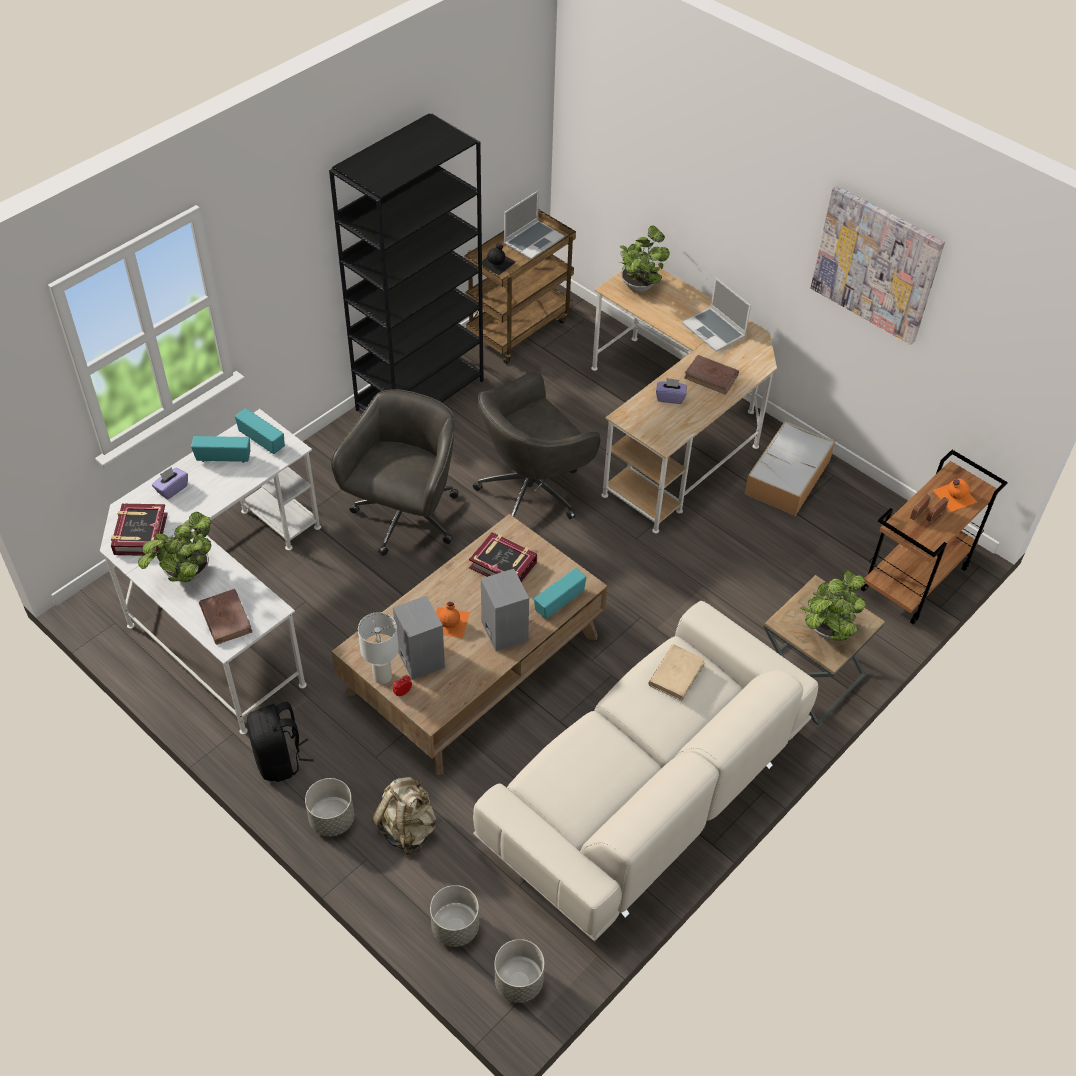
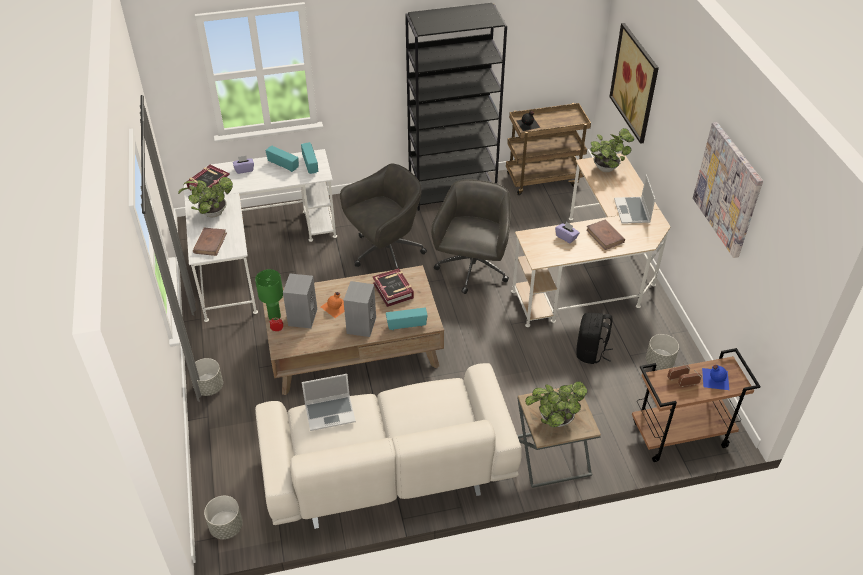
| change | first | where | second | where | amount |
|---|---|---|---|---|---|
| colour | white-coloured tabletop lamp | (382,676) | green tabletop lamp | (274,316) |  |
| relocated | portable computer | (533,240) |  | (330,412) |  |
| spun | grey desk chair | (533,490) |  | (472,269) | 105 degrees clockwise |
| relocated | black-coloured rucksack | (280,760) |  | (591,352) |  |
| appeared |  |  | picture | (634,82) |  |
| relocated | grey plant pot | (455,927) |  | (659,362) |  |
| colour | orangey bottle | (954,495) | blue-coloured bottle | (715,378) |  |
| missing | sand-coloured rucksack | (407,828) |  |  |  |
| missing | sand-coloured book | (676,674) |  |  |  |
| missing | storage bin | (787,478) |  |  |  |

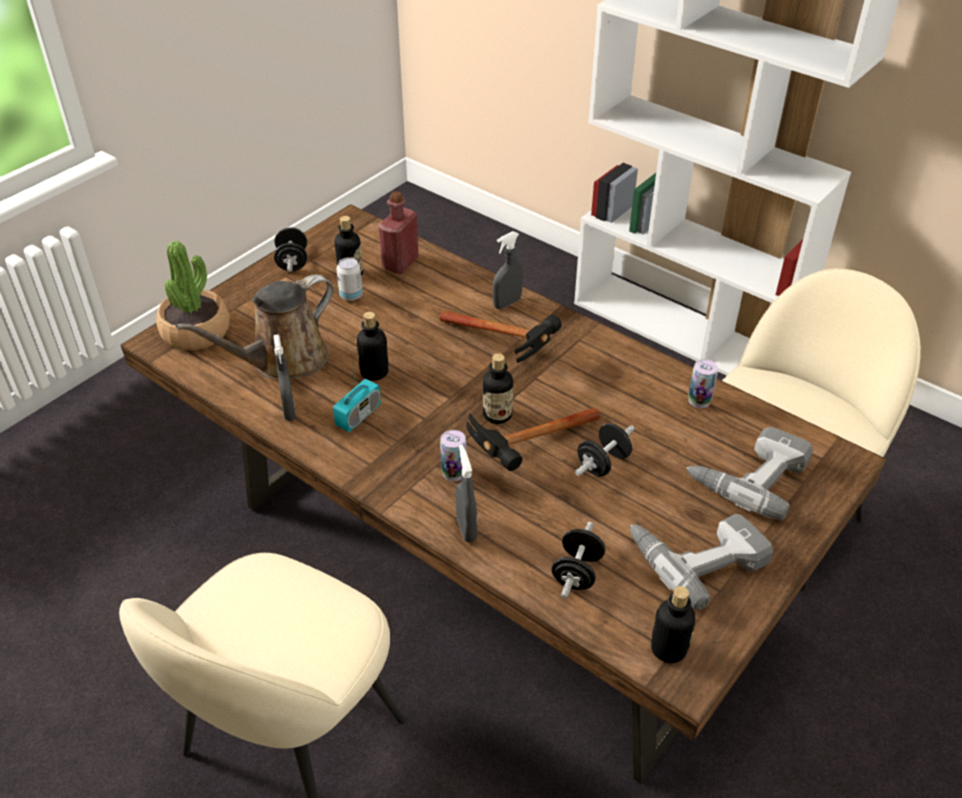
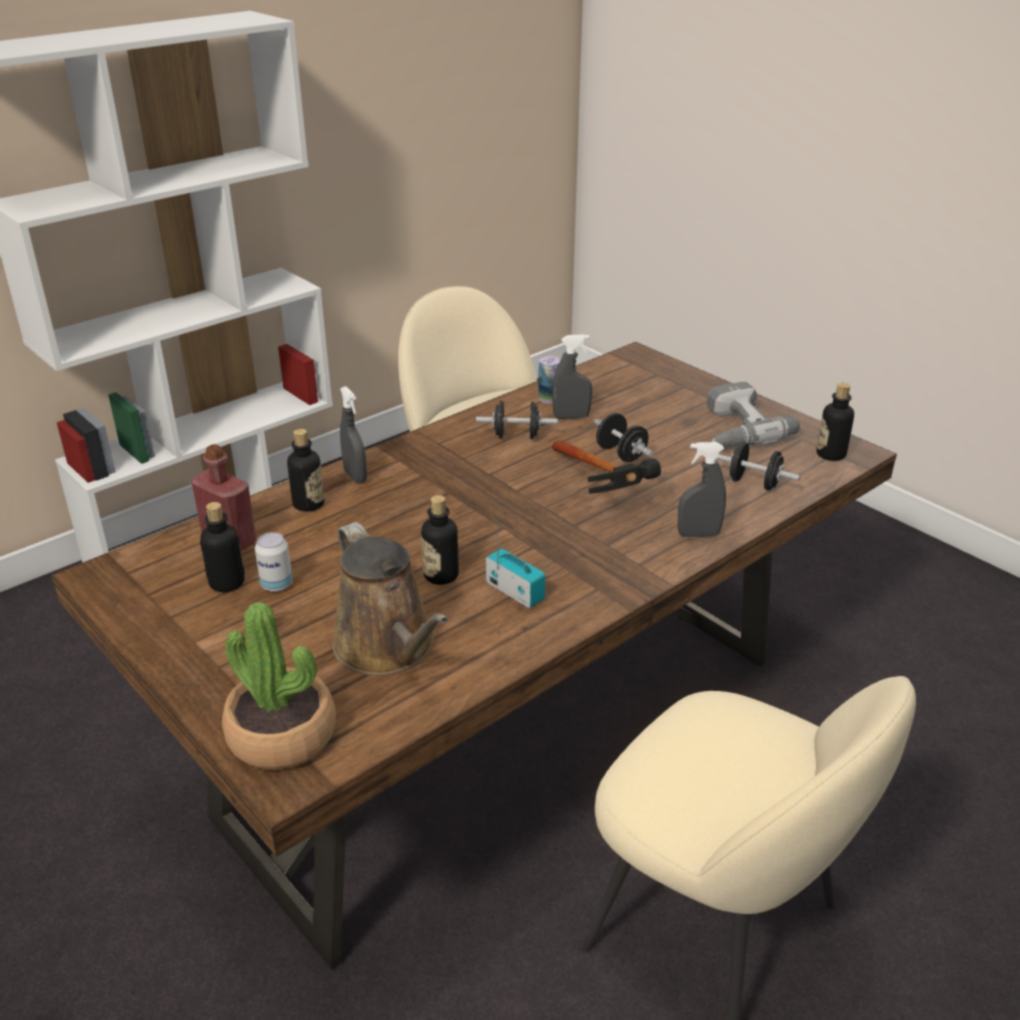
| change | first | where | second | where | amount |
|---|---|---|---|---|---|
| relocated | bottle | (497,415) |  | (308,504) |  |
| relocated | black-coloured dumbbell | (292,262) |  | (516,436) |  |
| relocated | grey hand sprayer | (289,410) |  | (571,417) |  |
| missing | hand hammer | (507,350) |  |  |  |
| missing | sealed can | (453,472) |  |  |  |
| missing | power drill | (748,475) |  |  |  |

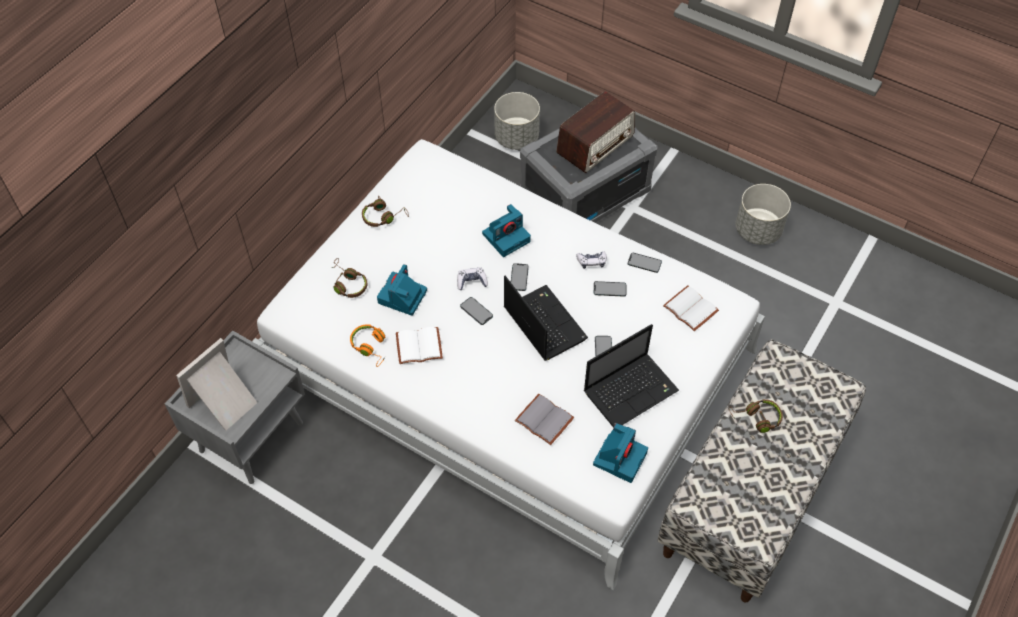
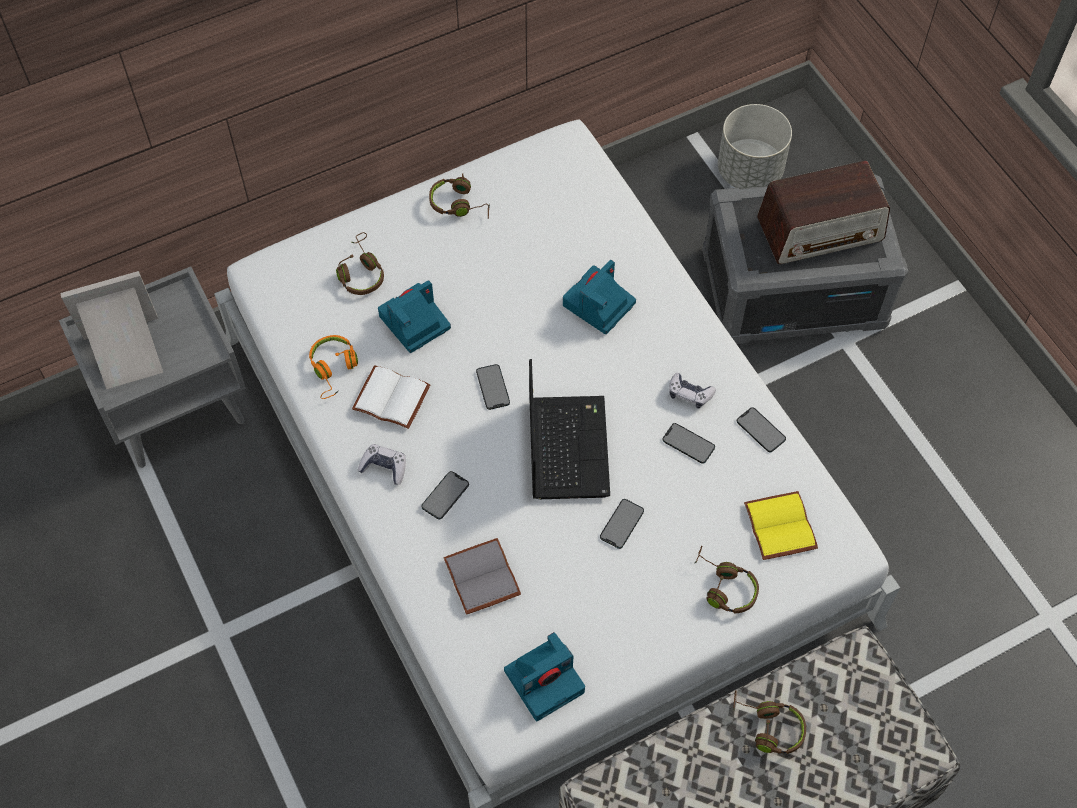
| change | first | where | second | where | amount |
|---|---|---|---|---|---|
| relocated | joypad | (471,282) |  | (384,467) |  |
| relocated | telephone | (519,277) |  | (445,495) |  |
| spun | still camera | (506,237) |  | (598,305) | 135 degrees clockwise |
| appeared |  |  | brownish headset | (723,586) |  |
| colour | white-coloured book | (692,308) | yellow-coloured book | (782,527) |  |
| missing | portable computer | (631,390) |  |  |  |
| missing | grey plant pot | (758,231) |  |  |  |

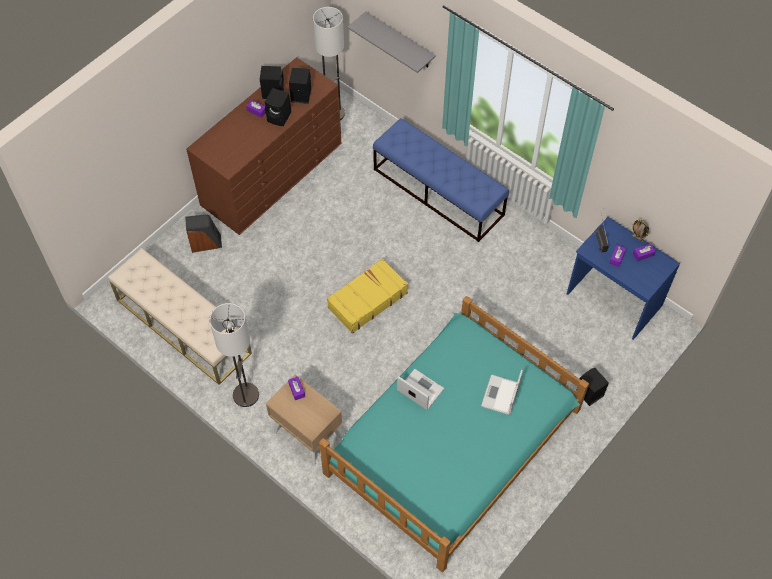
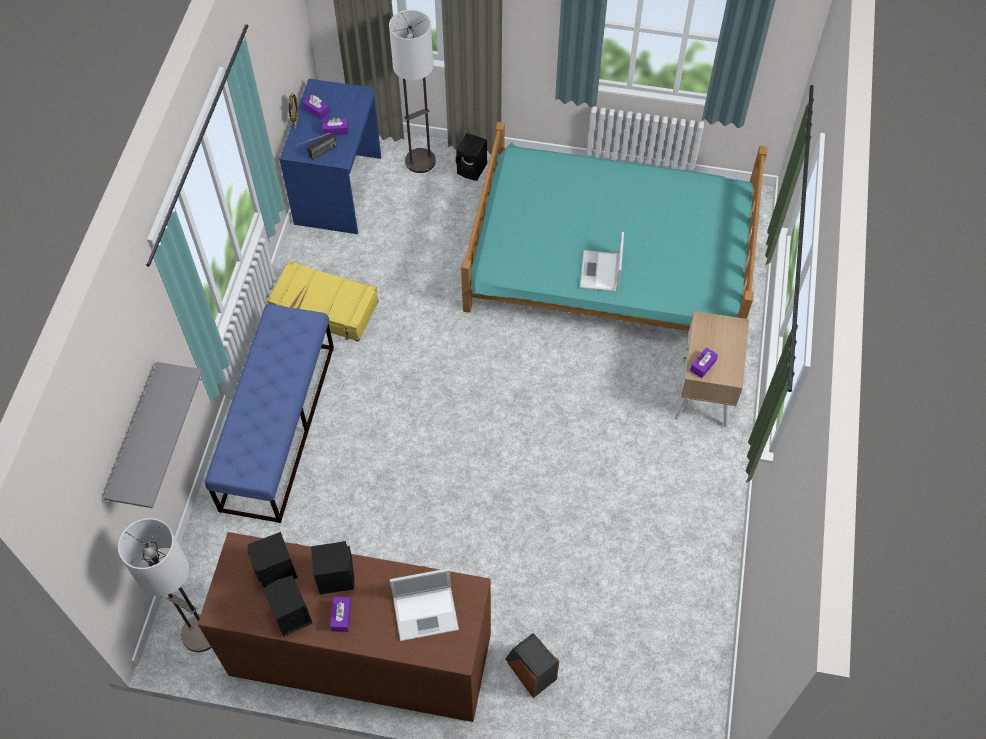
| change | first | where | second | where | amount |
|---|---|---|---|---|---|
| relocated | yellow-coloured travel case | (367,300) |  | (324,309) |  |
| relocated | standing lamp | (245,395) |  | (420,161) |  |
| relocated | portable computer | (500,396) |  | (427,612) |  |
| missing | sand-coloured bench | (183,326) |  |  |  |

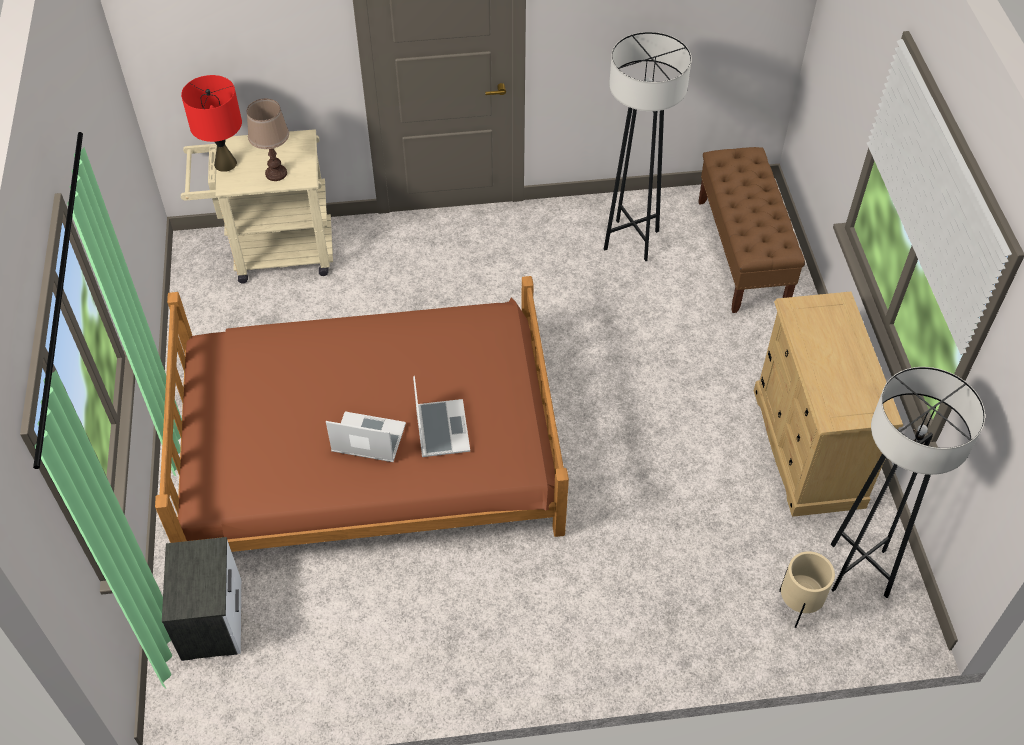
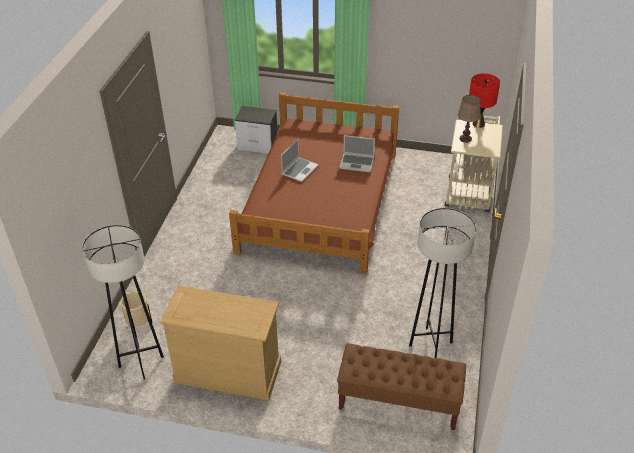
| change | first | where | second | where | amount |
|---|---|---|---|---|---|
| relocated | portable computer | (441,429) |  | (357,163) |  |

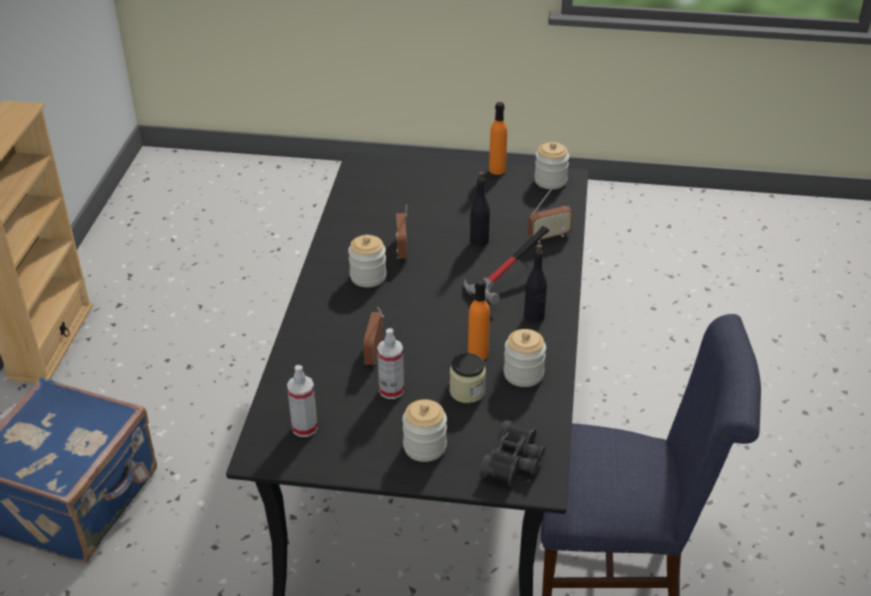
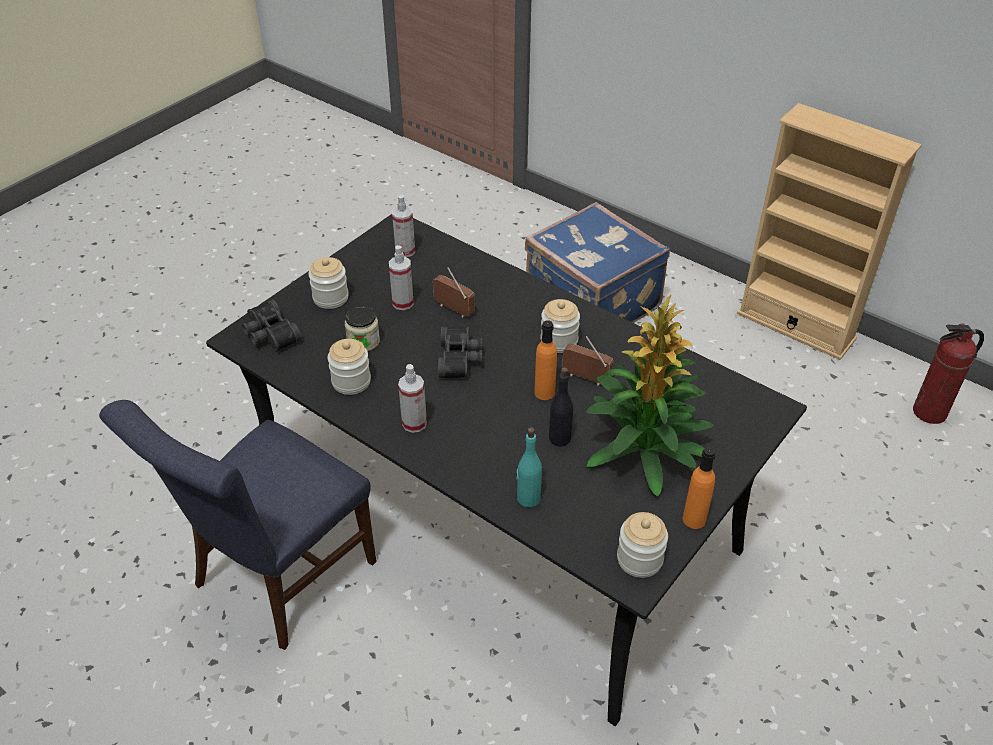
| change | first | where | second | where | amount |
|---|---|---|---|---|---|
| exchanged | black-coloured bottle | (534,316) | hand sprayer | (414,423) |  |
| appeared |  |  | black-coloured binoculars | (461,359) |  |
| exchanged | radio | (549,237) | blue-green bottle | (528,498) |  |
| relocated | orangey bottle | (478,353) |  | (544,392) |  |
| appeared |  |  | potted plant | (644,449) |  |
| appeared |  |  | fire extinguisher | (929,413) |  |
| missing | hand hammer | (506,285) |  |  |  |

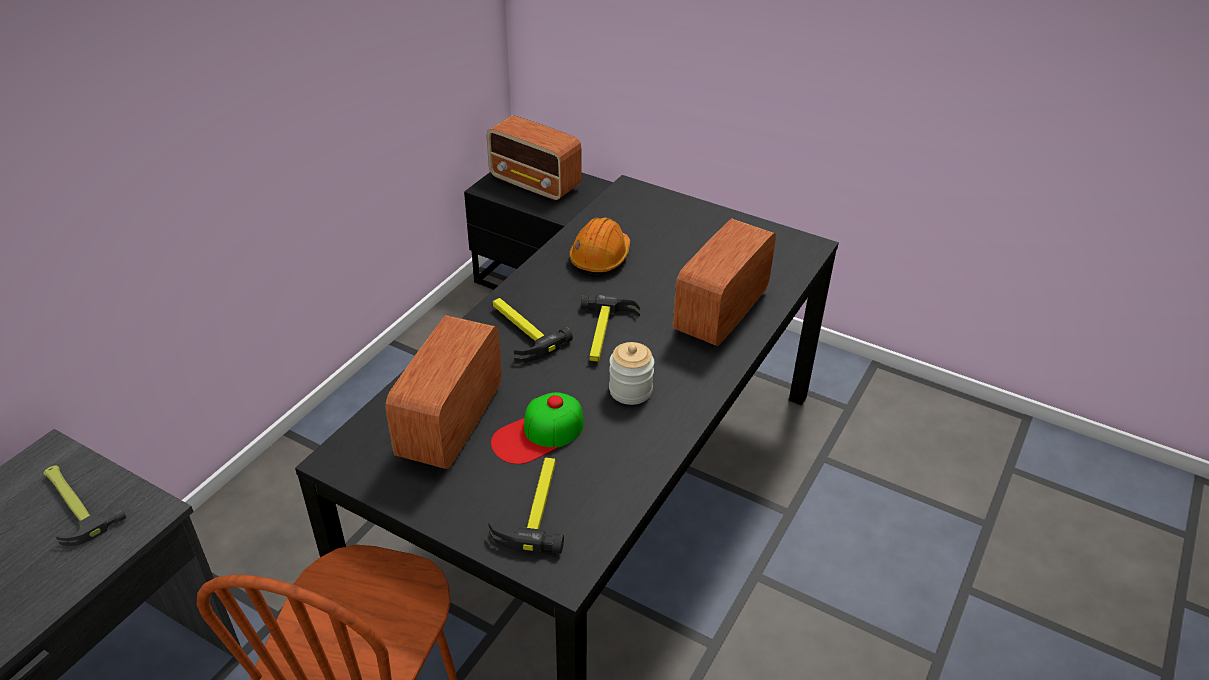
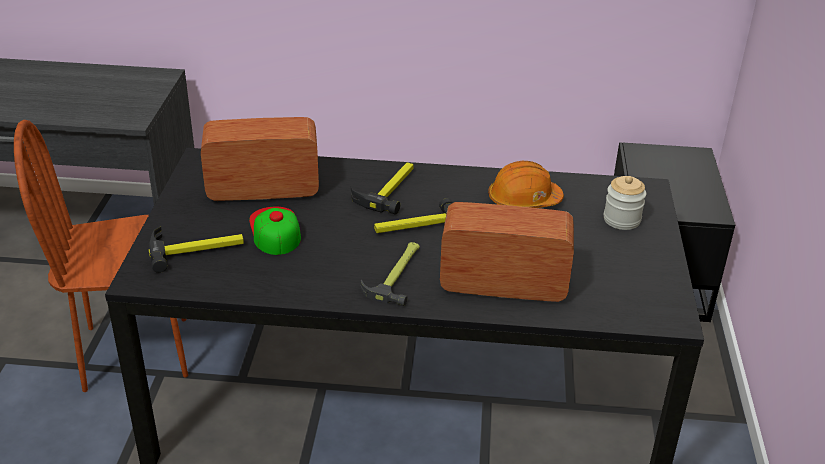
| change | first | where | second | where | amount |
|---|---|---|---|---|---|
| spun | cap | (538,434) |  | (275,230) | 45 degrees clockwise |
| relocated | hand hammer | (74,503) |  | (397,274) |  |
| relocated | preserve jar | (630,390) |  | (621,220) |  |
| missing | radio | (535,184) |  |  |  |

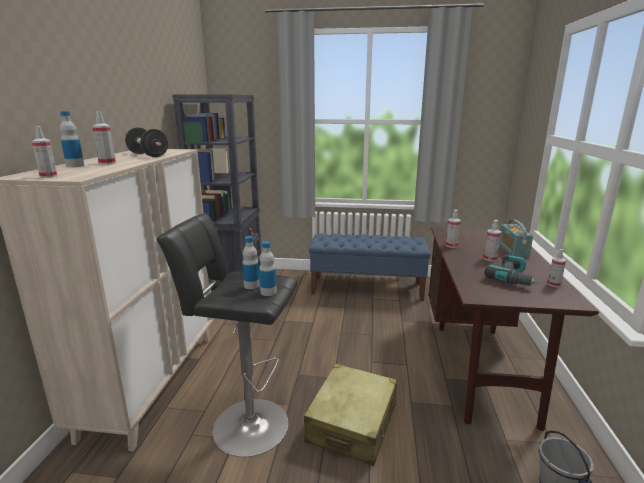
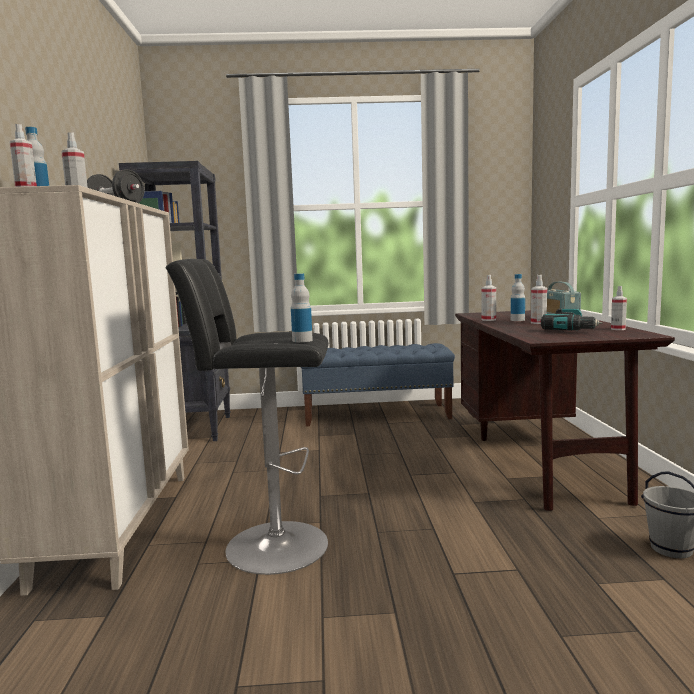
| change | first | where | second | where | amount |
|---|---|---|---|---|---|
| relocated | bottle | (251,285) |  | (517,320) |  |
| missing | sand-coloured travel case | (352,423) |  |  |  |

